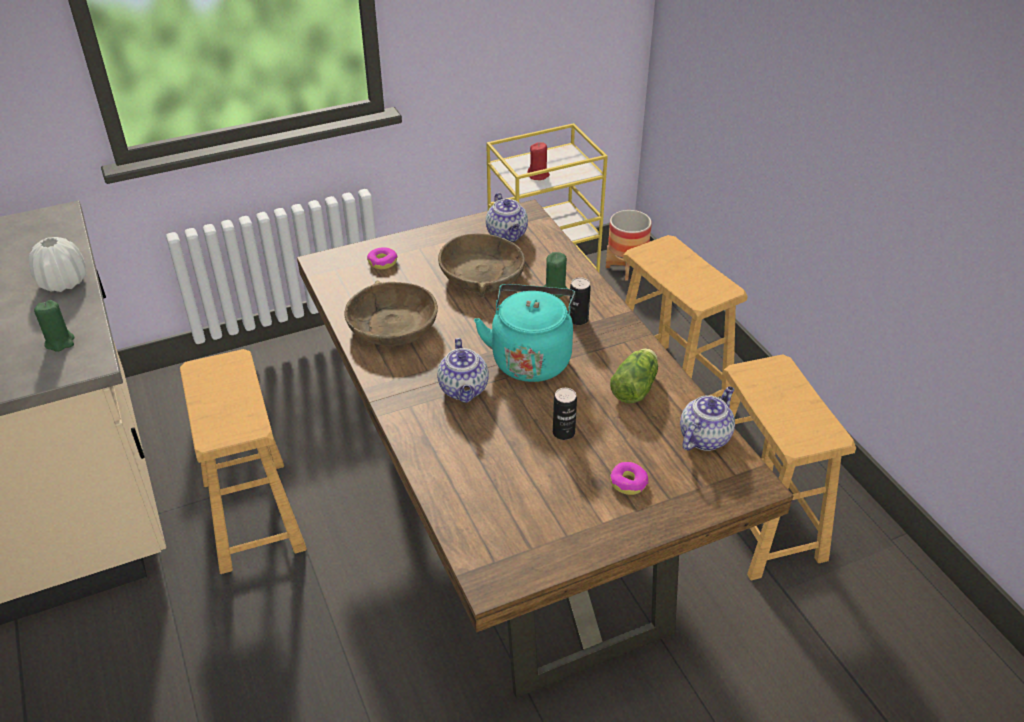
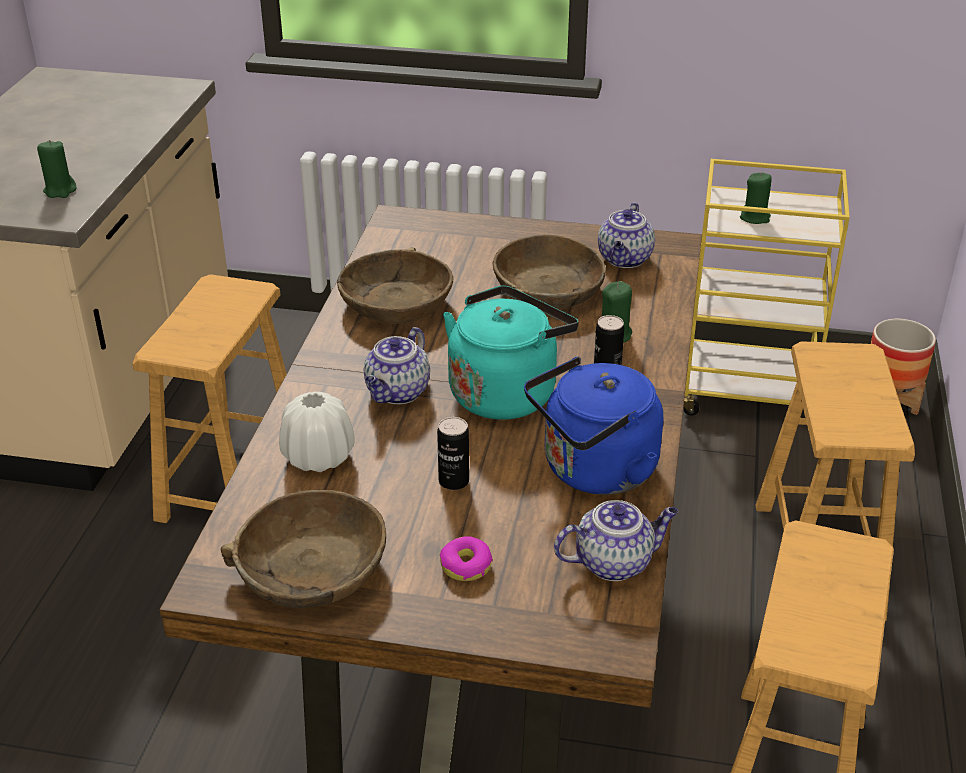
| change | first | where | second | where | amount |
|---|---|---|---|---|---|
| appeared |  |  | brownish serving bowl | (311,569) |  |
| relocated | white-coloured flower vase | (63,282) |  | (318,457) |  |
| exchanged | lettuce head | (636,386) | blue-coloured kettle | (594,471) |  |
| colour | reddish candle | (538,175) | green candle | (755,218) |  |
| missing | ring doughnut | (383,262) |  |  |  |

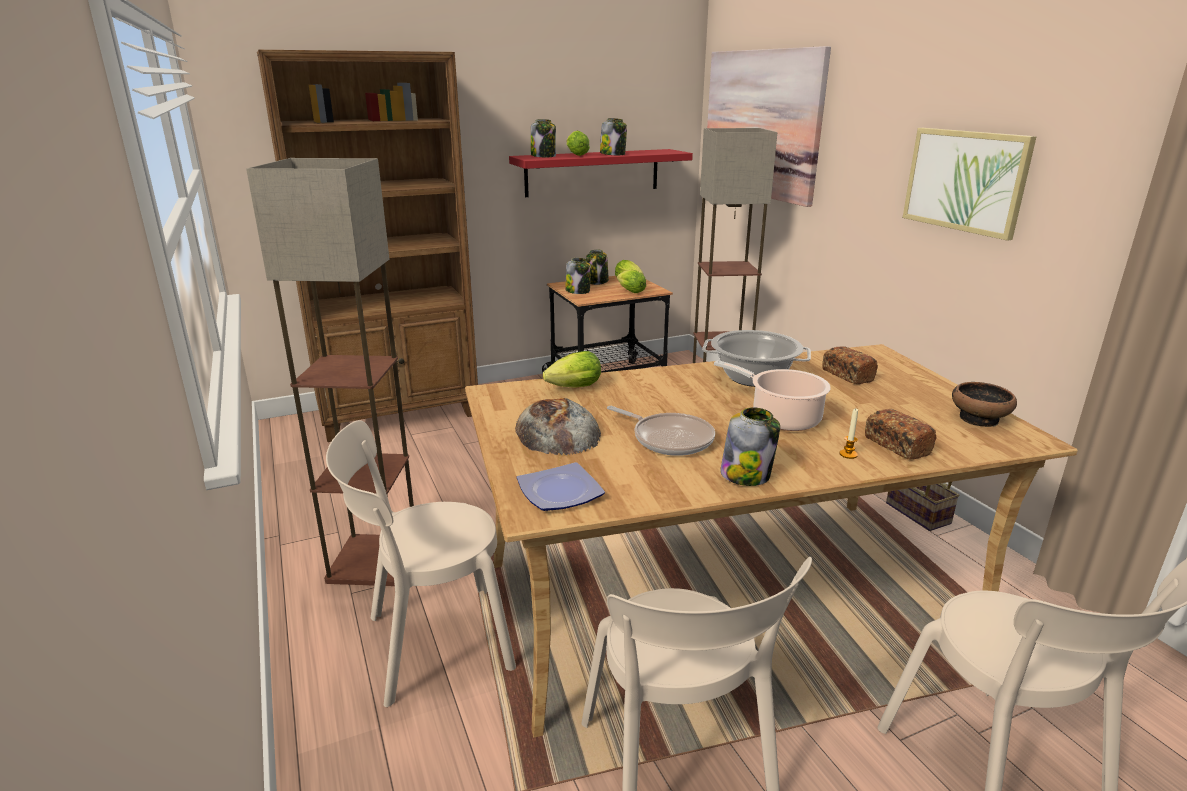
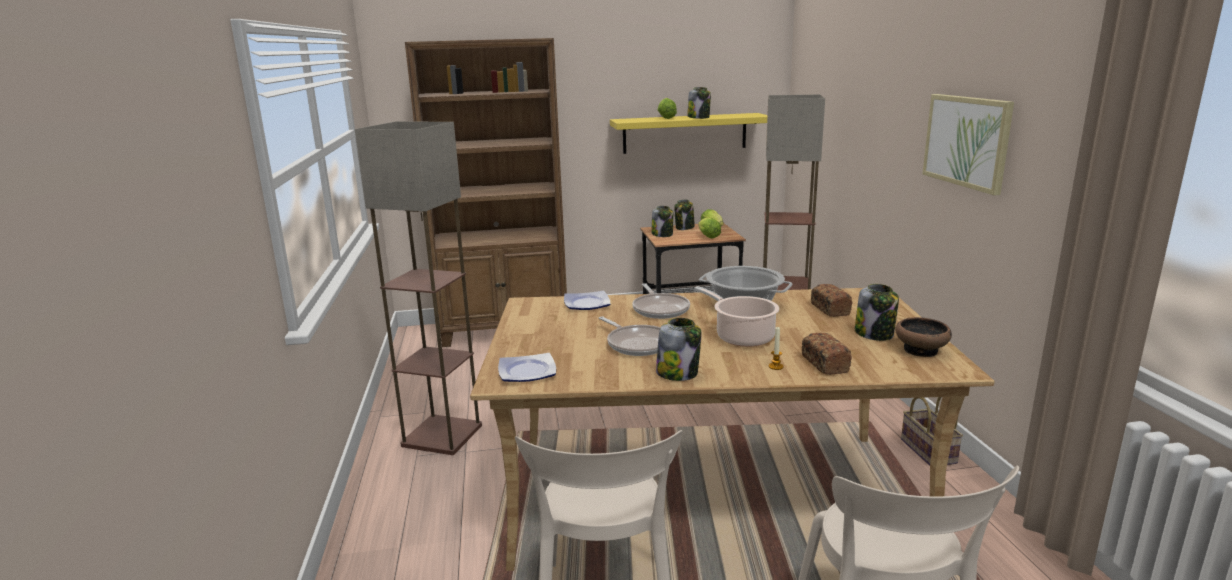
| change | first | where | second | where | amount |
|---|---|---|---|---|---|
| exchanged | lettuce head | (571,388) | flat dish | (588,304) |  |
| colour | reddish bracket shelf | (592,172) | yellow-coloured bracket shelf | (685,133) |  |
| appeared |  |  | skillet | (660,309) |  |
| relocated | preserve jar | (544,156) |  | (874,334) |  |
| missing | sand-coloured upright chair | (431,644) |  |  |  |
| missing | bakery bread | (557,431) |  |  |  |
| missing | picture | (761,124) |  |  |  |

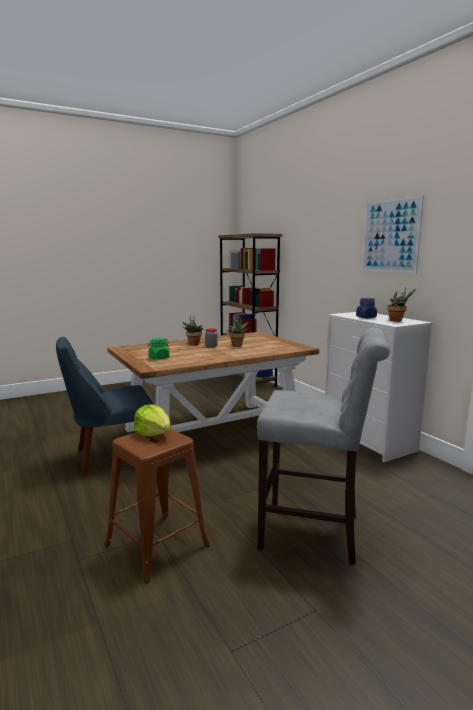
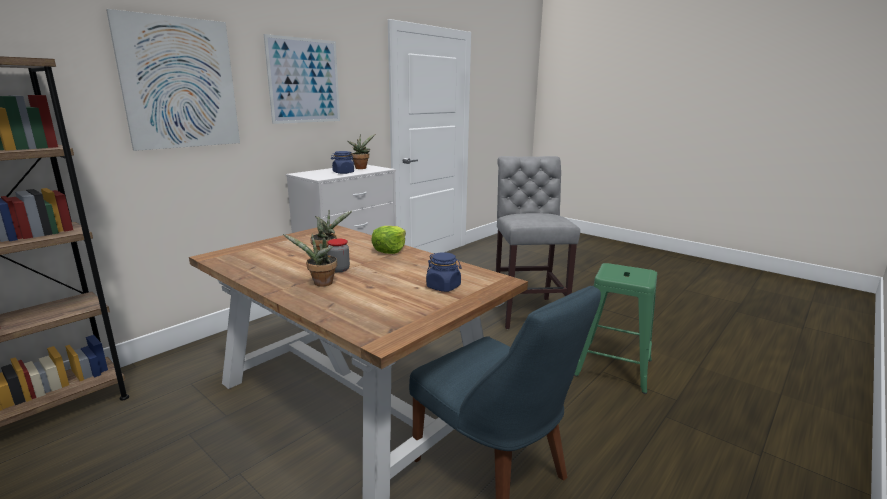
| change | first | where | second | where | amount |
|---|---|---|---|---|---|
| appeared |  |  | picture | (180,83) |  |
| relocated | lettuce head | (153,433) |  | (390,250) |  |
| colour | green preserve jar | (159,358) | blue-coloured preserve jar | (443,287) |  |
| colour | brownish stool | (157,545) | green stool | (613,367) |  |

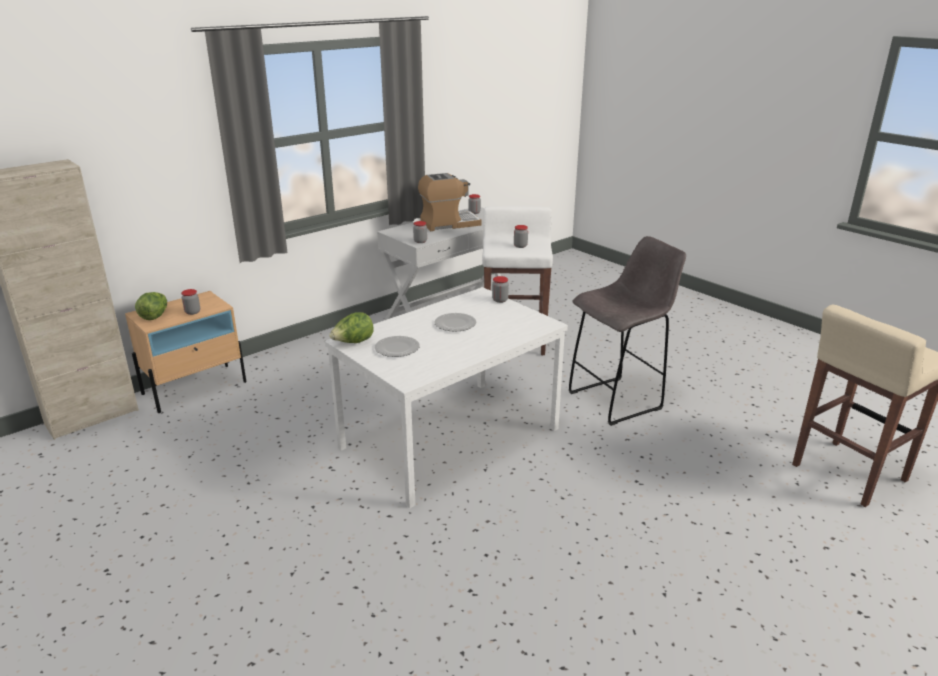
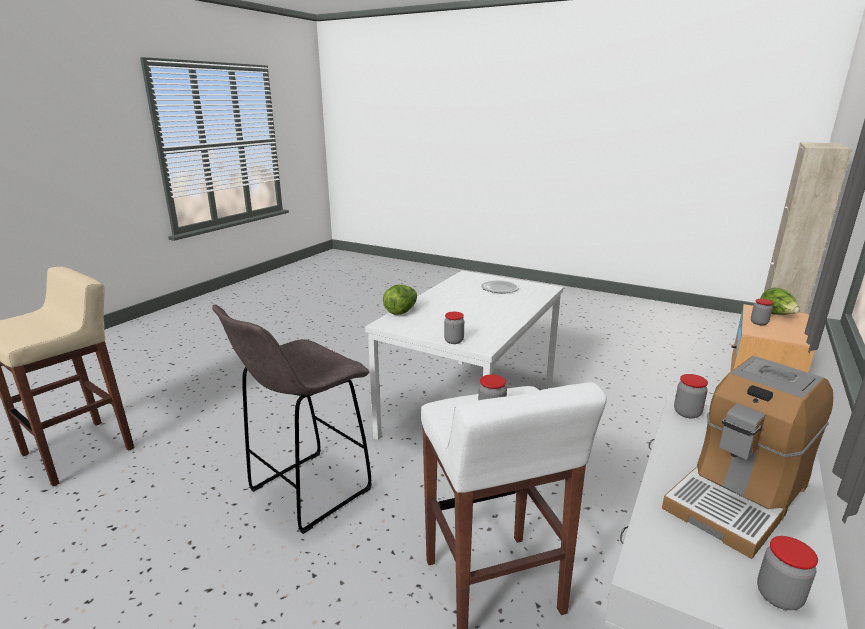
| change | first | where | second | where | amount |
|---|---|---|---|---|---|
| relocated | lettuce head | (353,343) |  | (401,311) |  |
| missing | flat dish | (454,324) |  |  |  |

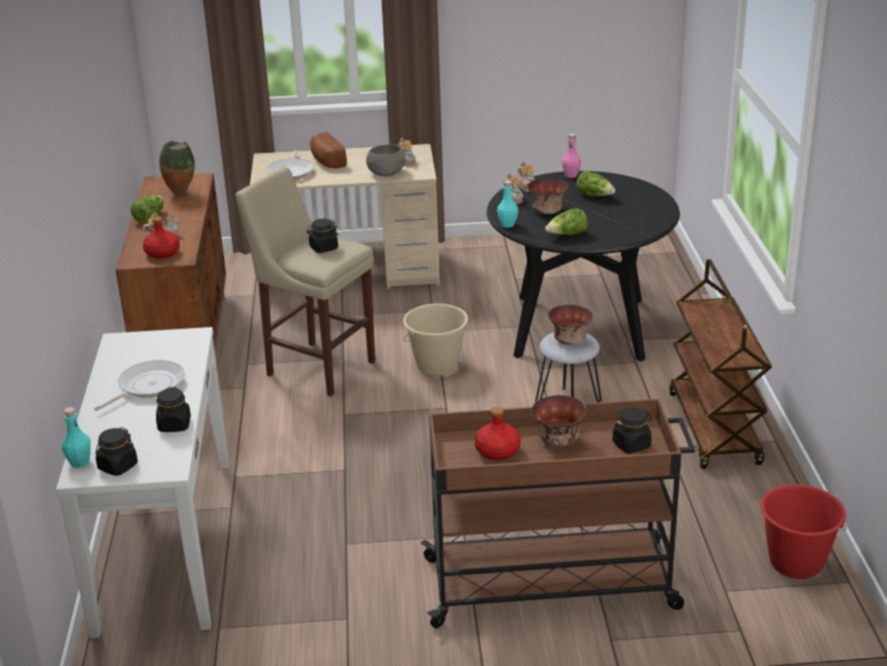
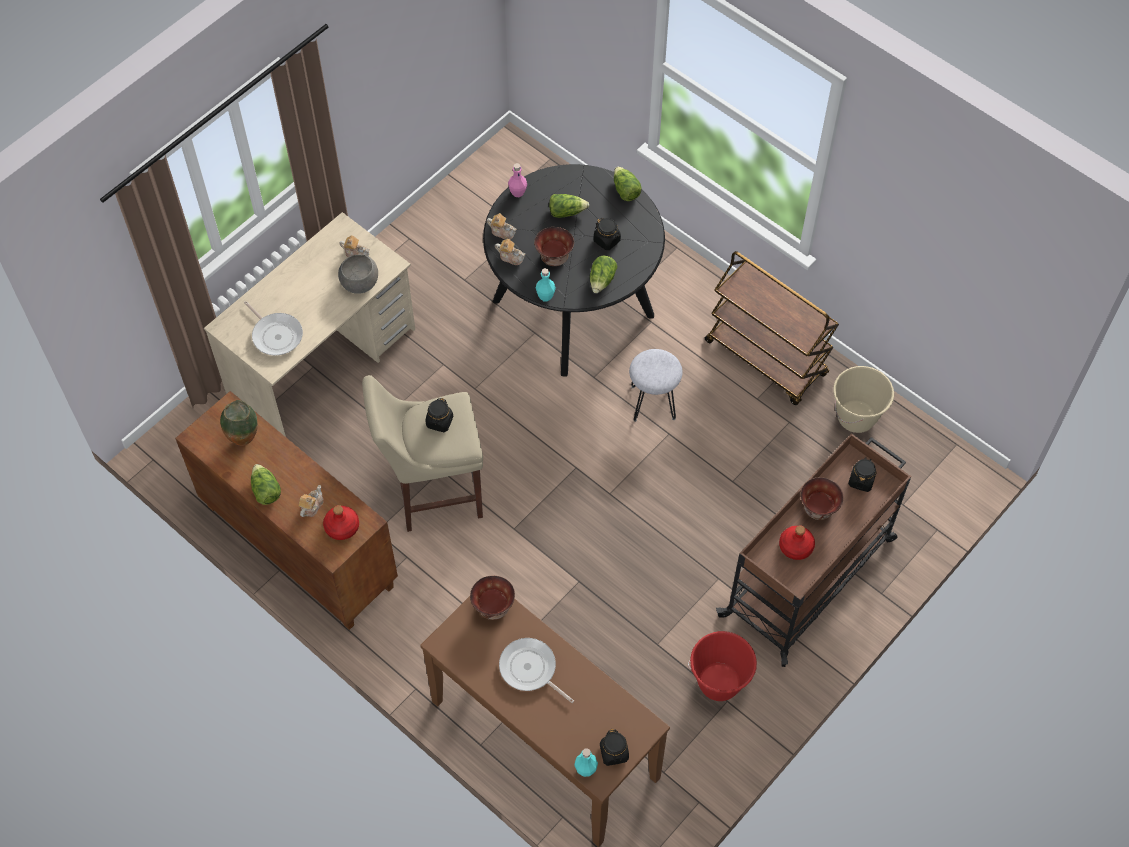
| change | first | where | second | where | amount |
|---|---|---|---|---|---|
| colour | white-coloured hall table | (164,543) | brownish hall table | (544,740) |  |
| relocated | serving bowl | (569,340) |  | (493,608) |  |
| spun | skillet | (148,386) |  | (530,670) | 45 degrees counterclockwise |
| relocated | black-coloured preserve jar | (174,425) |  | (607,240) |  |
| appeared |  |  | lettuce head | (625,190) |  |
| relocated | reddish pail | (795,563) |  | (719,682) |  |
| relocated | sand-coloured pail | (437,366) |  | (856,417) |  |
| missing | bakery bread | (326,161) |  |  |  |

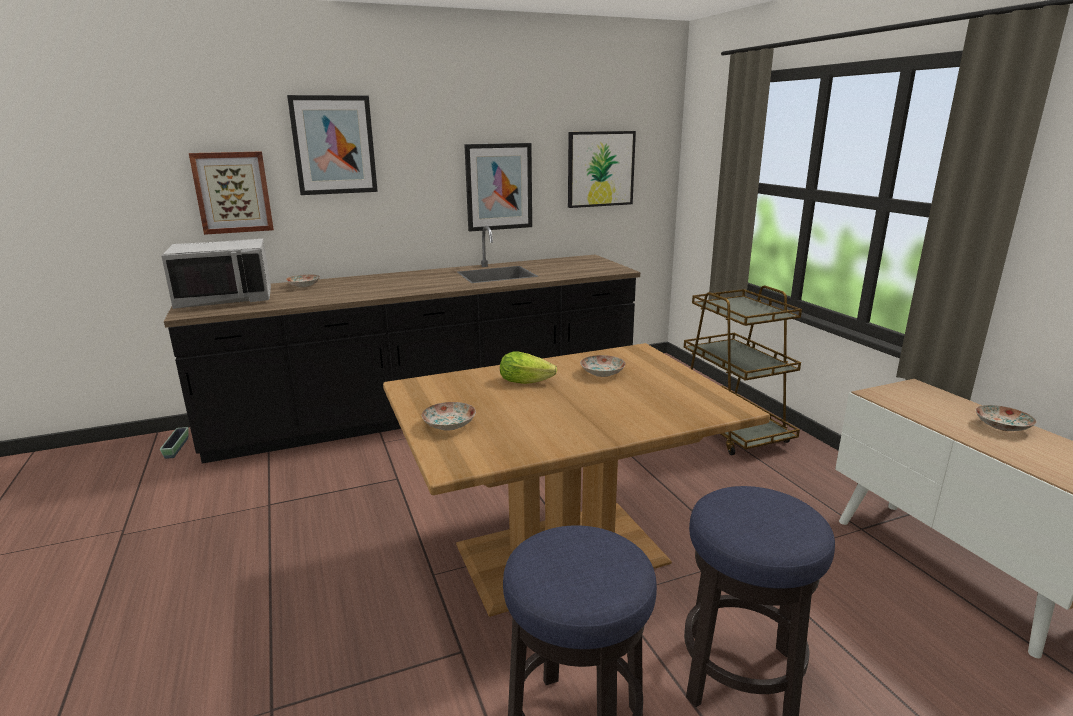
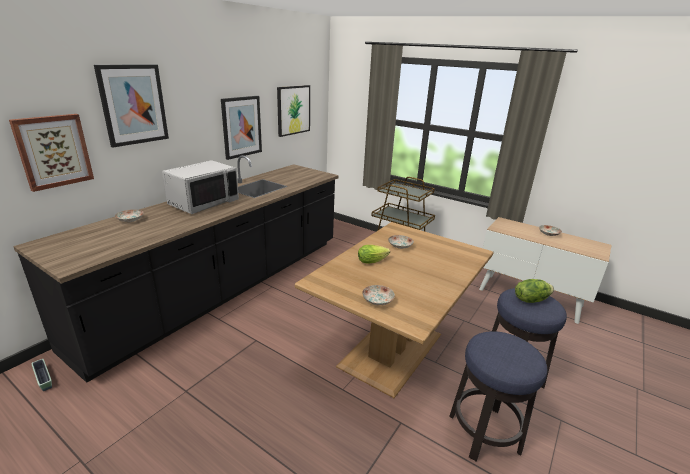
| change | first | where | second | where | amount |
|---|---|---|---|---|---|
| relocated | grey kitchen microwave | (226,299) |  | (203,202) |  |
| appeared |  |  | lettuce head | (530,299) |  |

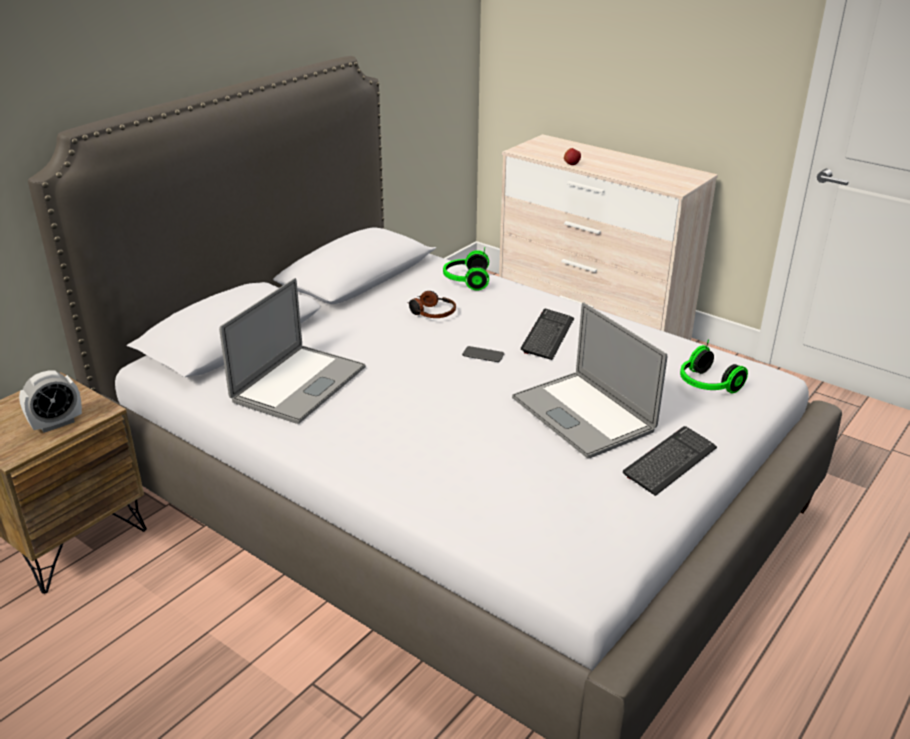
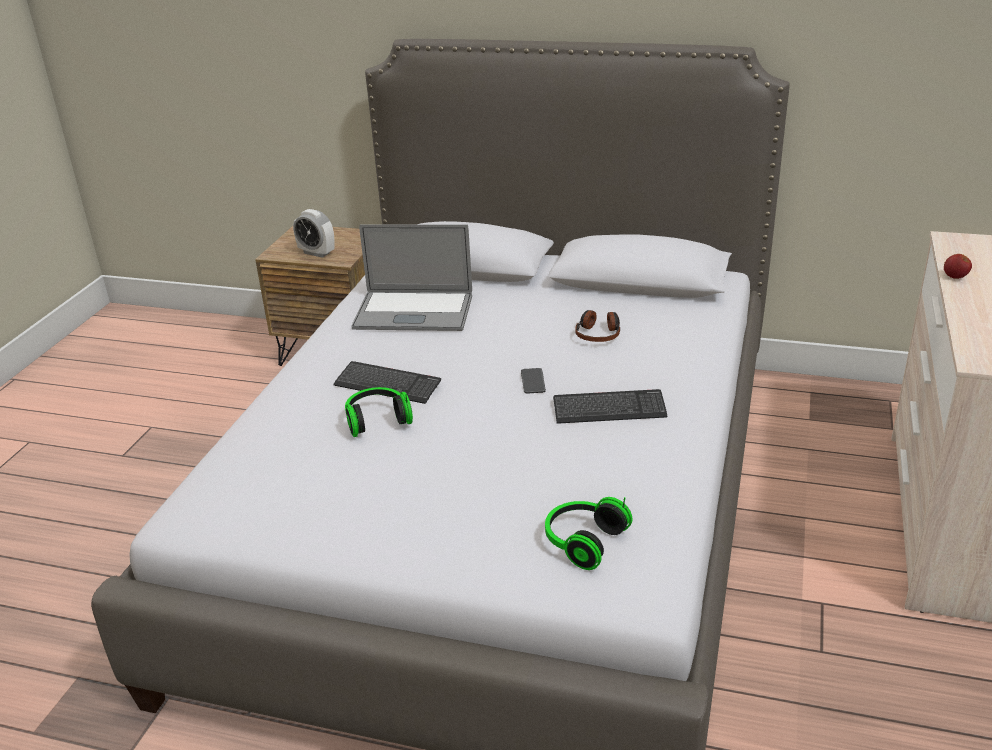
| change | first | where | second | where | amount |
|---|---|---|---|---|---|
| relocated | computer keyboard | (670,462) |  | (387,385) |  |
| relocated | headset | (466,280) |  | (377,420) |  |
| missing | portable computer | (582,414) |  |  |  |

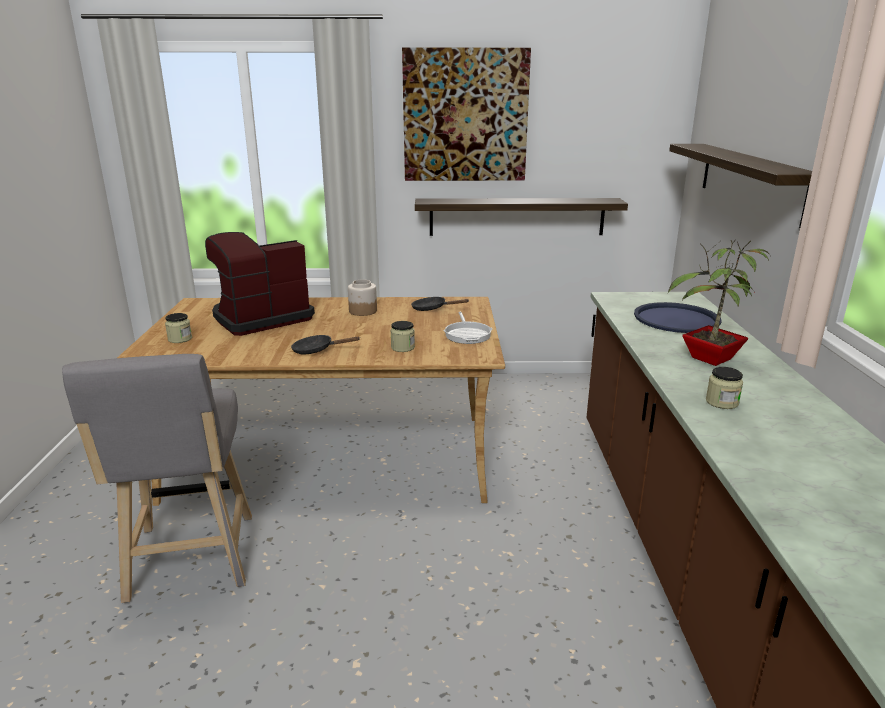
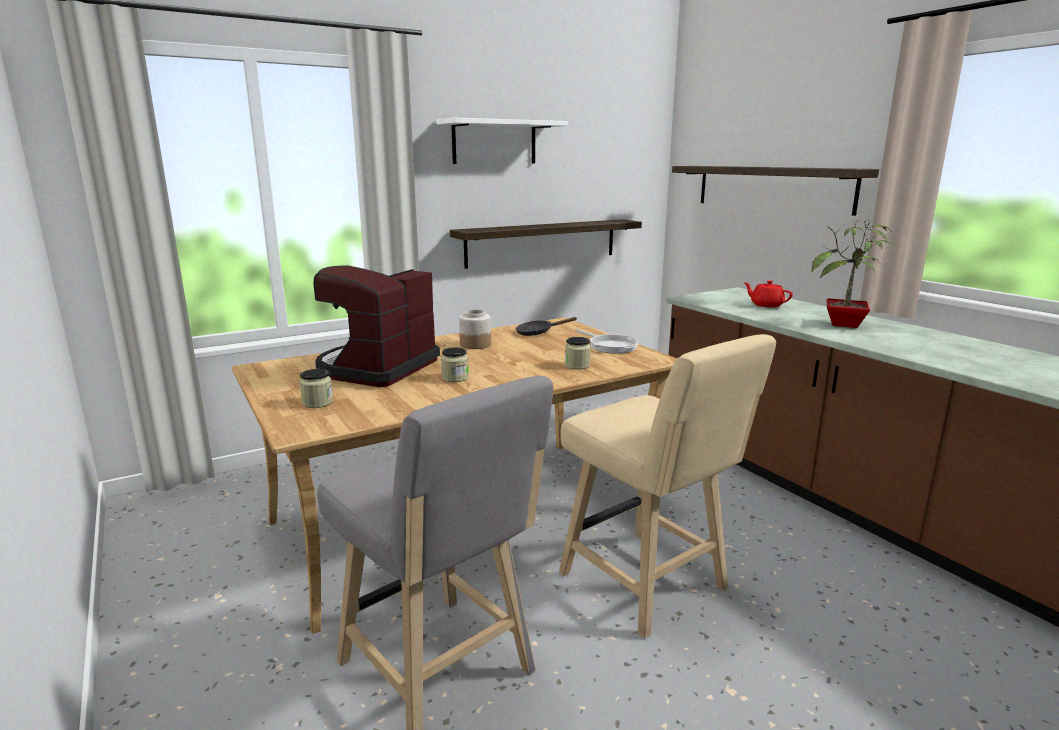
| change | first | where | second | where | amount |
|---|---|---|---|---|---|
| exchanged | picture | (465,116) | white-coloured bracket shelf | (494,142) |  |
| relocated | preserve jar | (722,402) |  | (455,378) |  |
| appeared |  |  | sand-coloured stool | (648,586) |  |
| exchanged | blue-coloured carrying tray | (676,319) | reddish tea pot | (766,305) |  |
| missing | black-coloured skillet | (317,350) |  |  |  |

